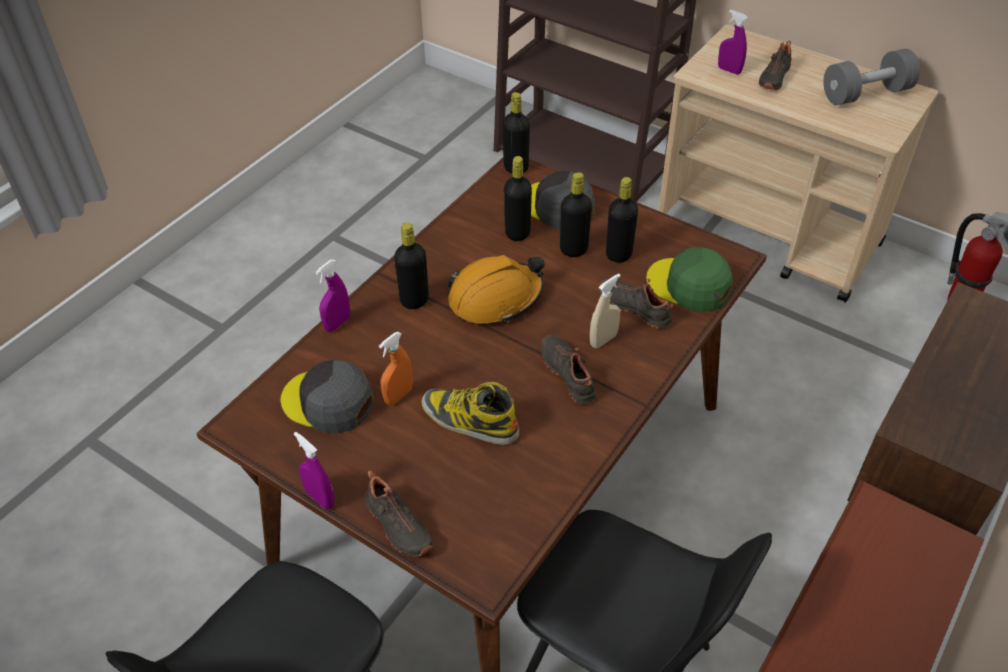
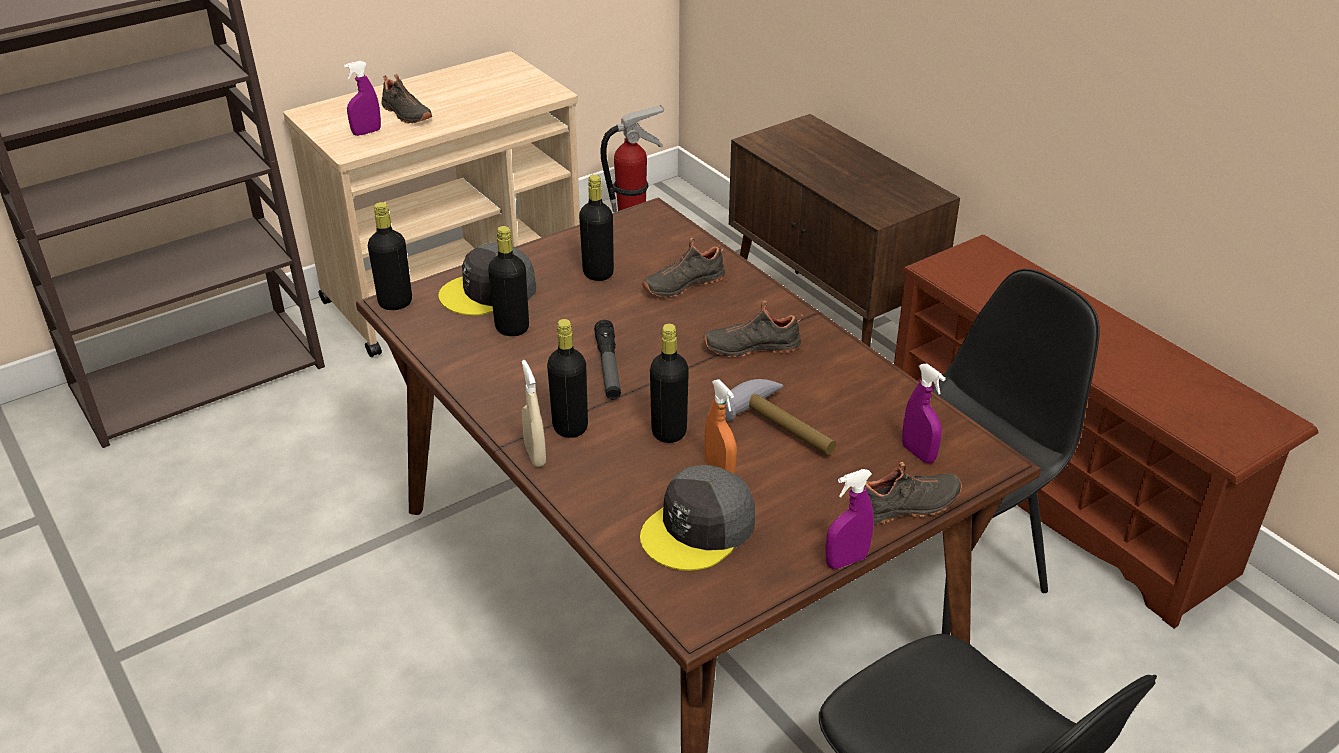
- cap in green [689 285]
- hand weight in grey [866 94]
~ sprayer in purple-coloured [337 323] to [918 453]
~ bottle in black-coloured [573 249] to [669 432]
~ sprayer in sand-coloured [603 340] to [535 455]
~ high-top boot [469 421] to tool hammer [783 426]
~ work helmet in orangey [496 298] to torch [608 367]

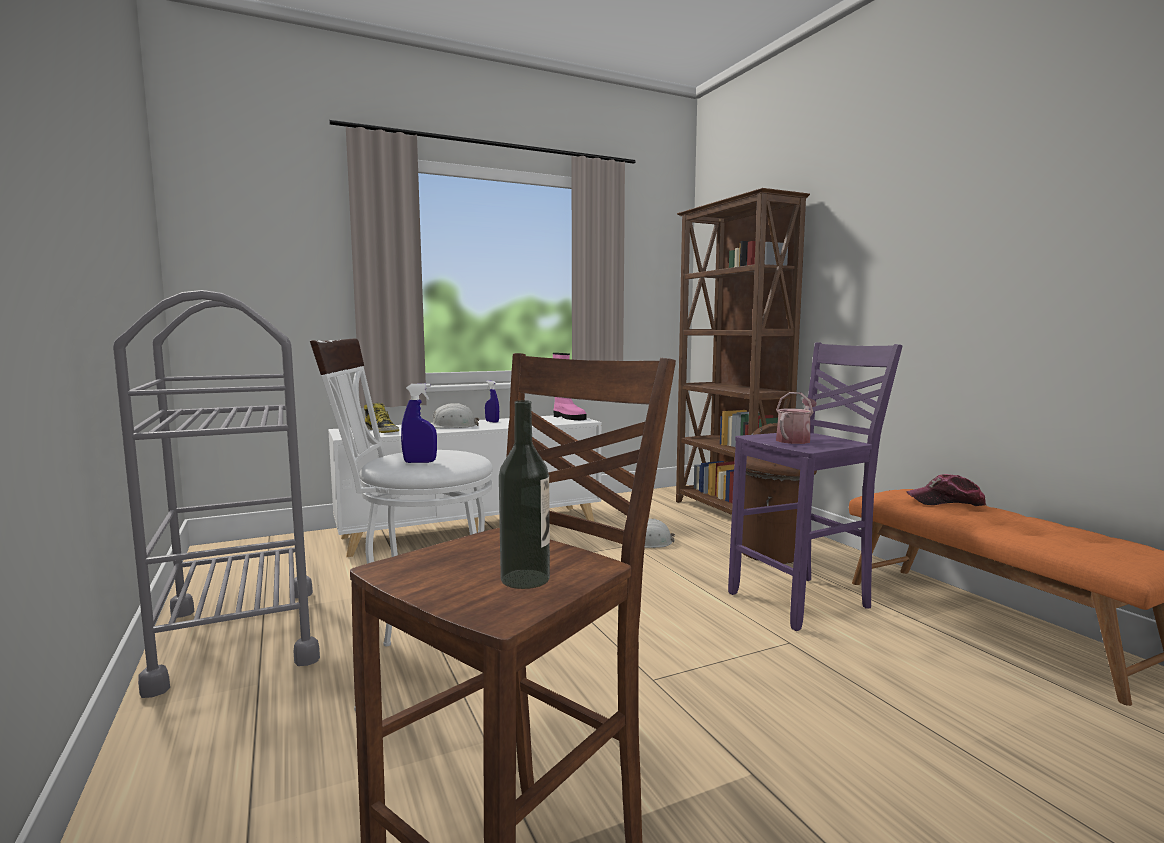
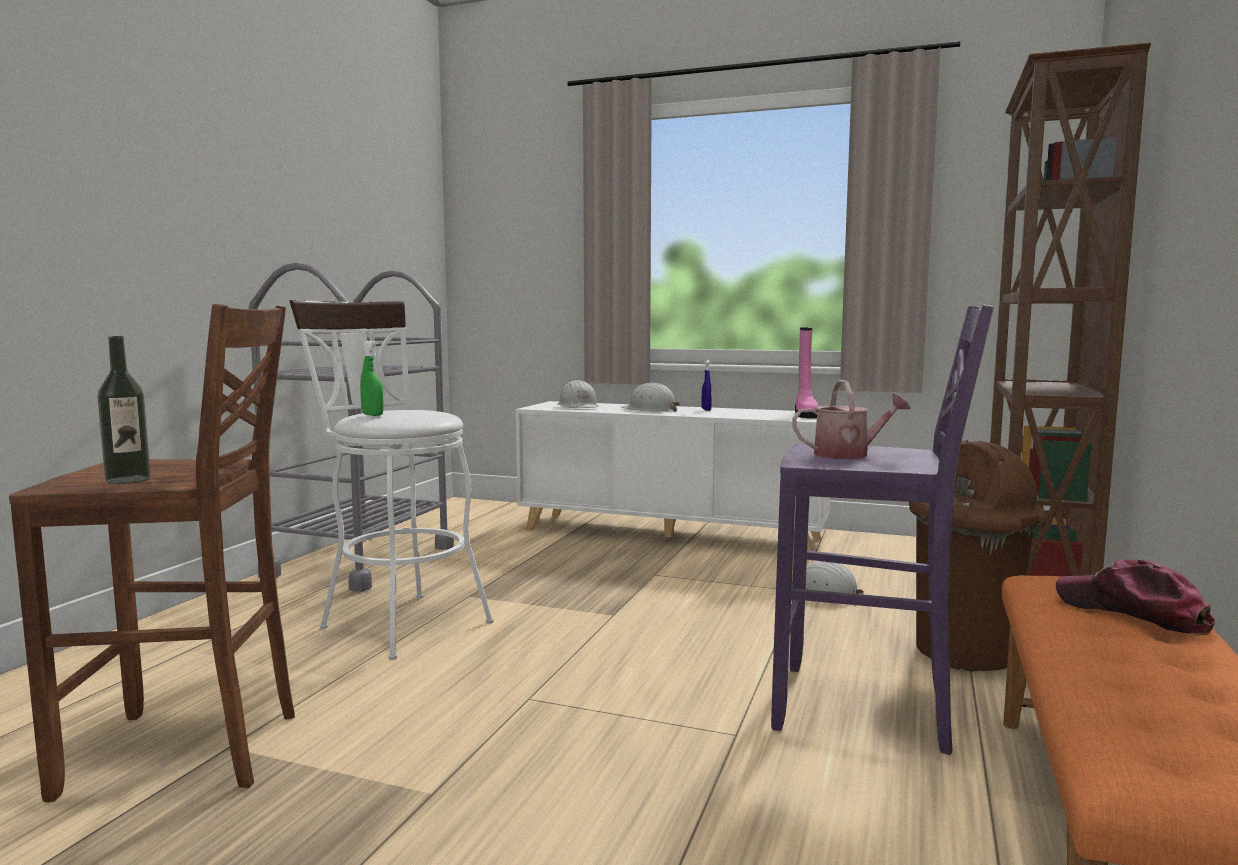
~ high-top boot [382 431] to work helmet in white [578 406]
~ sprayer in blue-coloured [420 462] to sprayer in green [372 415]

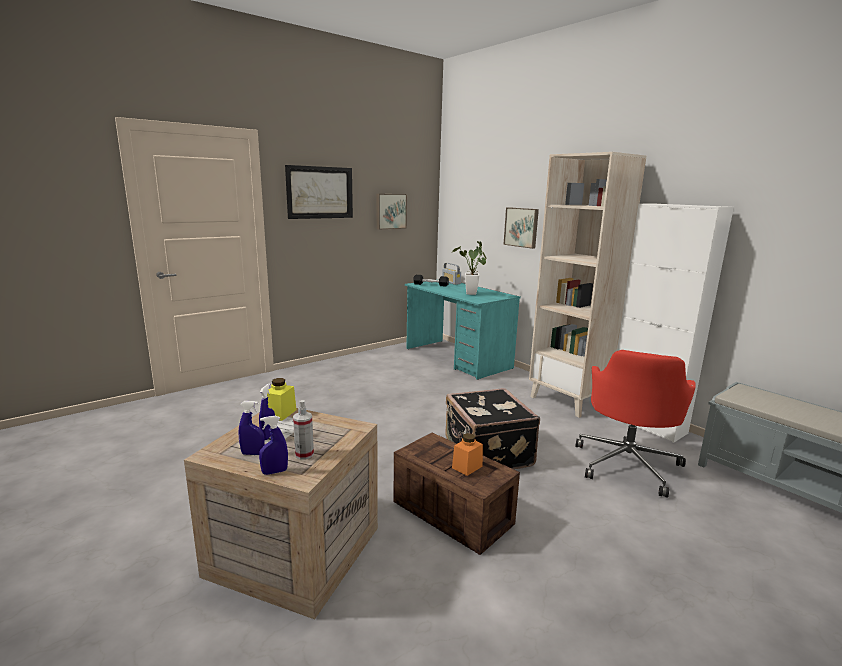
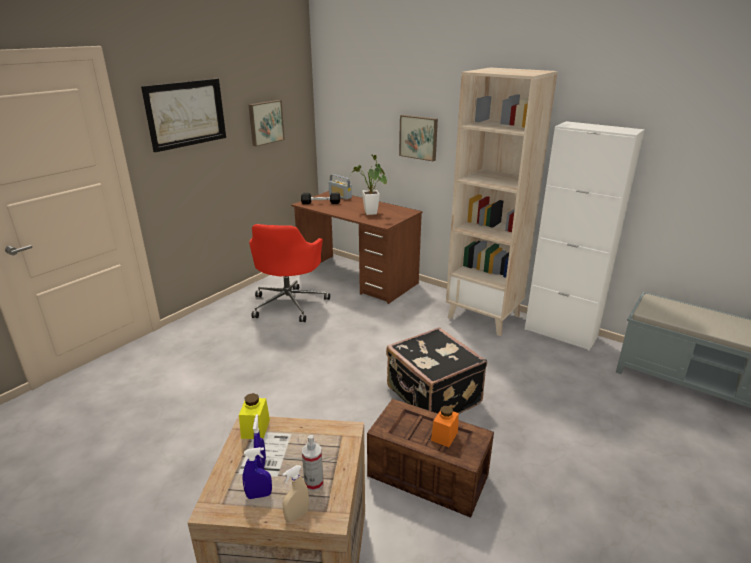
~ desk chair in red [627 464] to [289 303]
~ sprayer in blue-coloured [274 472] to sprayer in sand-coloured [297 515]
~ desk unit in turquoise-coloured [457 358] to desk unit in brown [357 278]

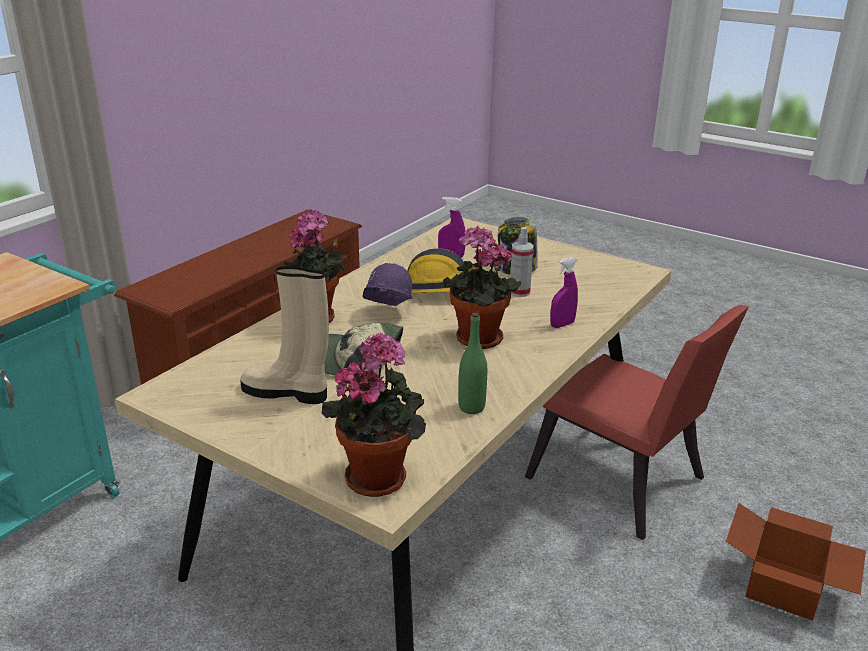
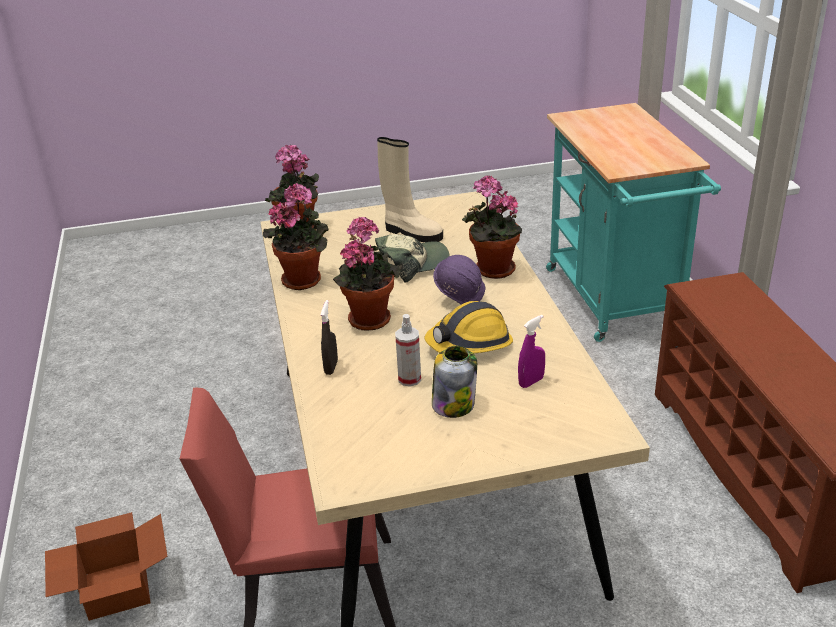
~ bottle in green [471 407] to potted plant [304 279]
~ sprayer in purple-coloured [562 325] to sprayer in black-coloured [331 367]
~ high-top boot in sand-coloured [287 392] = [411 233] 60 degrees clockwise

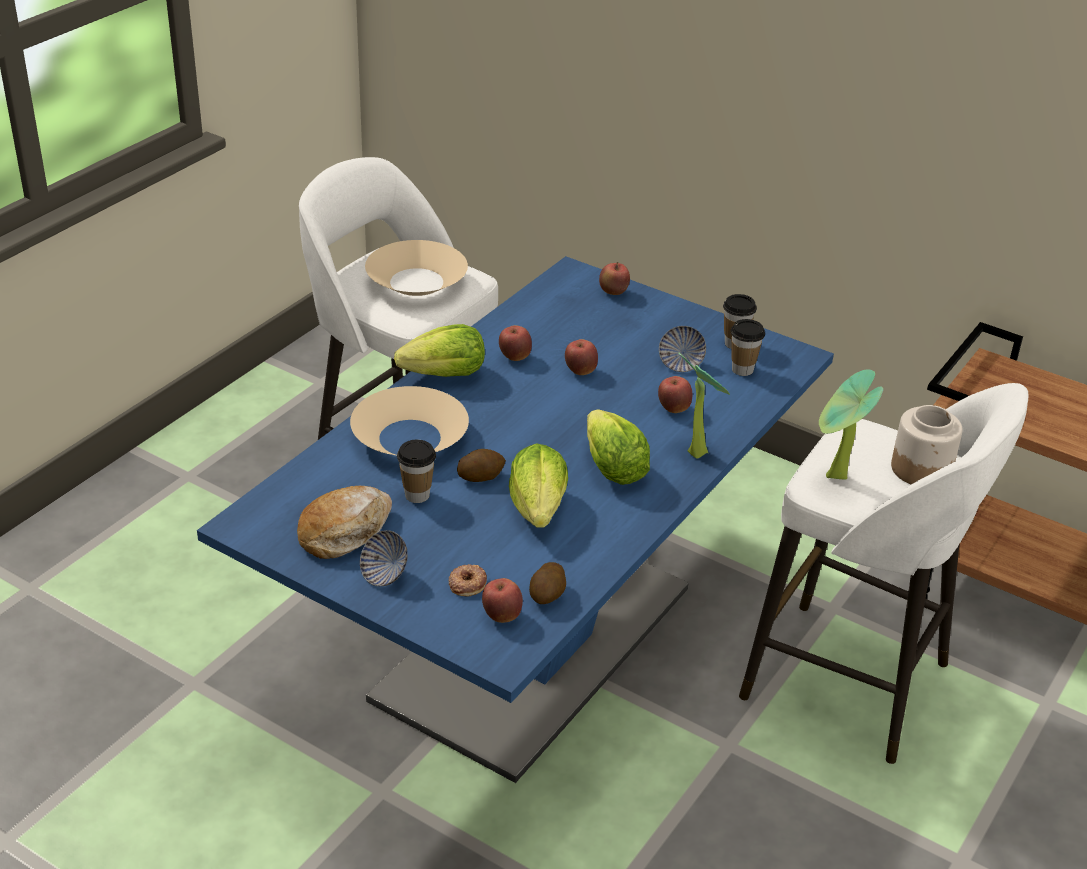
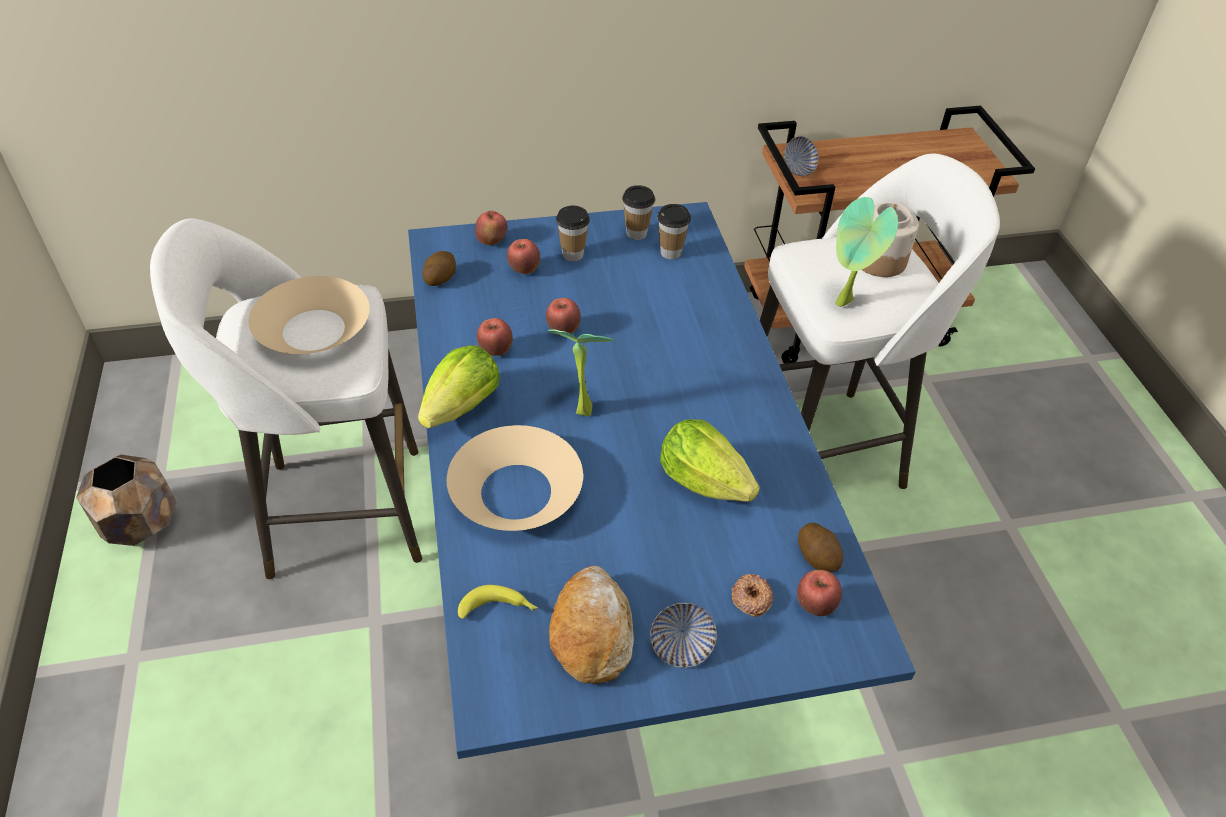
- head of lettuce [613 469]
+ flower pot in brown [140 523]
+ banana [499 609]
~ small cup [417 495] to [572 254]
~ whole potato [481 476] to [440 278]
~ whole apple [673 409] to [524 270]
~ bowl [680 364] to [798 169]
~ potted plant [697 450] to [581 407]

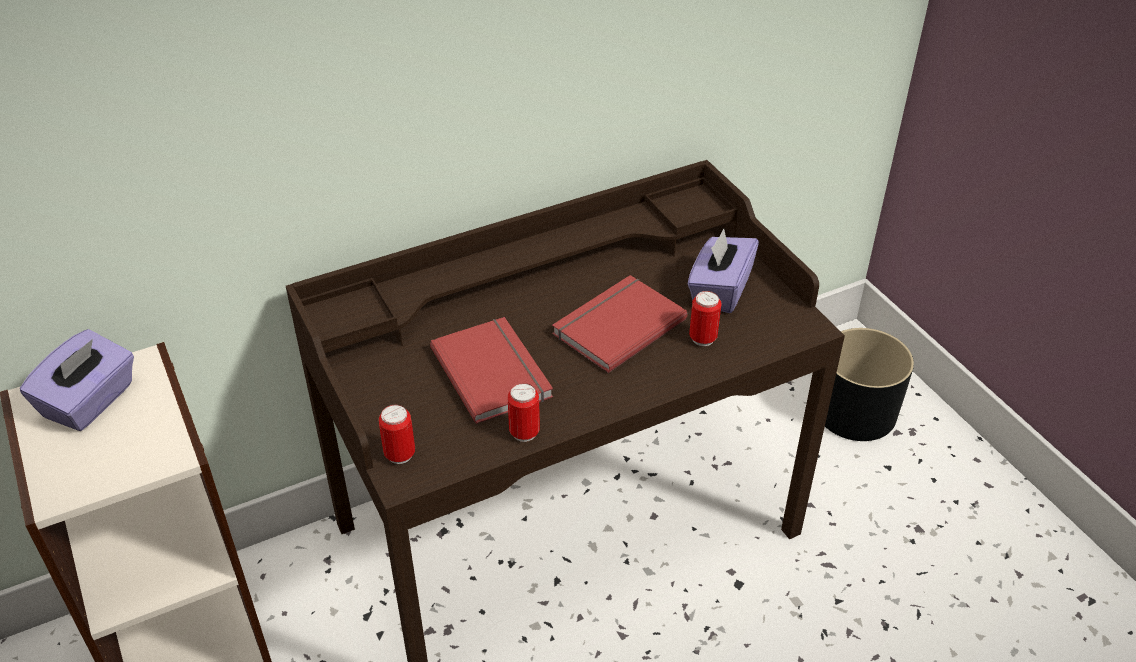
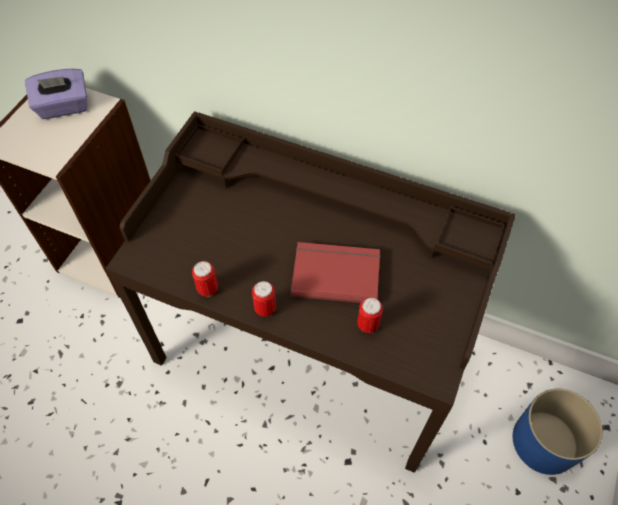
- volume in red [494 371]
- box of tissues in purple-coloured [719 290]
~ metal can [400 454] to [265 309]
~ flower pot in black-coloured [854 412] to flower pot in blue-coloured [543 441]

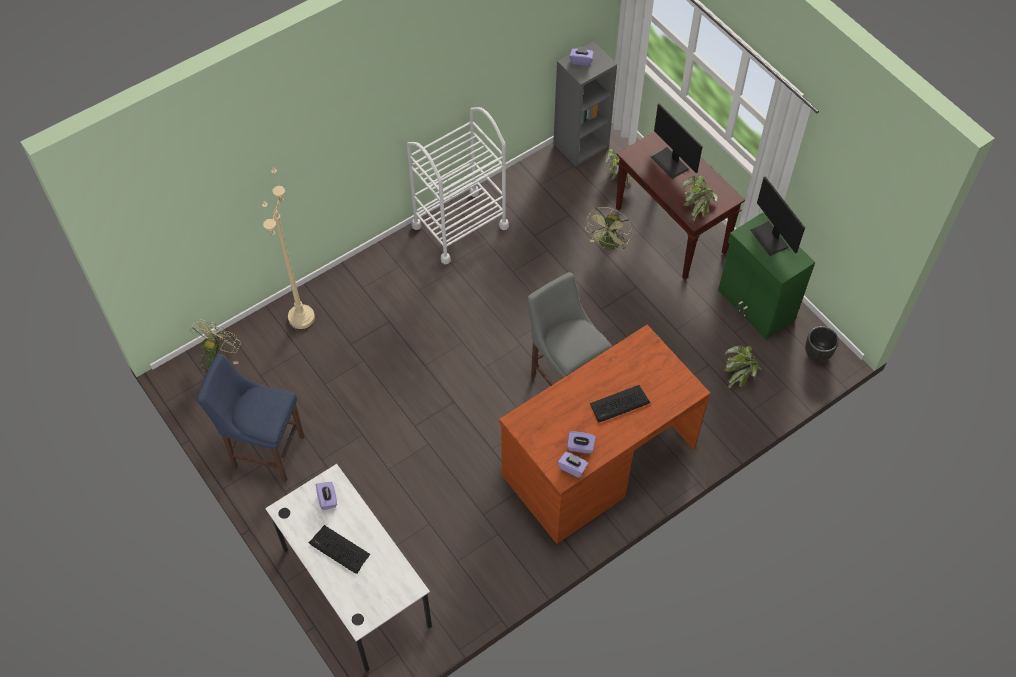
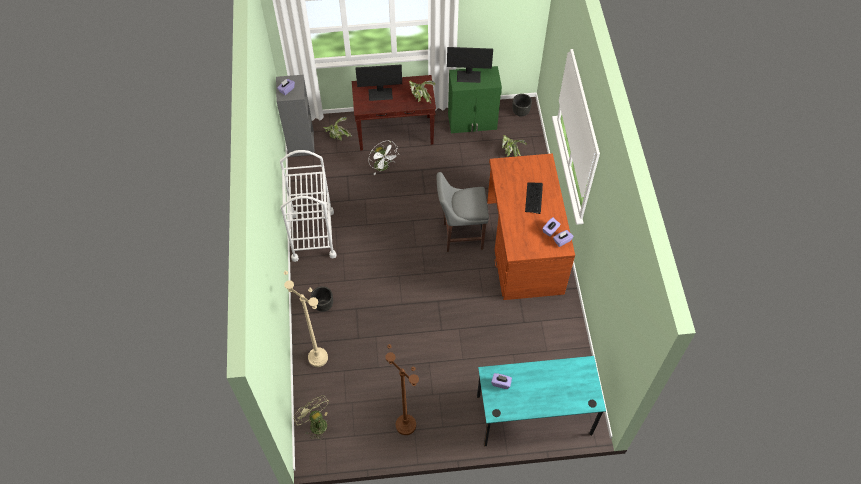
- keyboard [339 549]
+ flower pot in black-coloured [323 305]
~ sitting stool in blue-coloured [265 451] to standing lamp in brown [405 425]
~ desk unit in white [356 587] to desk unit in turquoise-coloured [533 415]
~ electric fan in green [608 245] to electric fan in white [383 167]

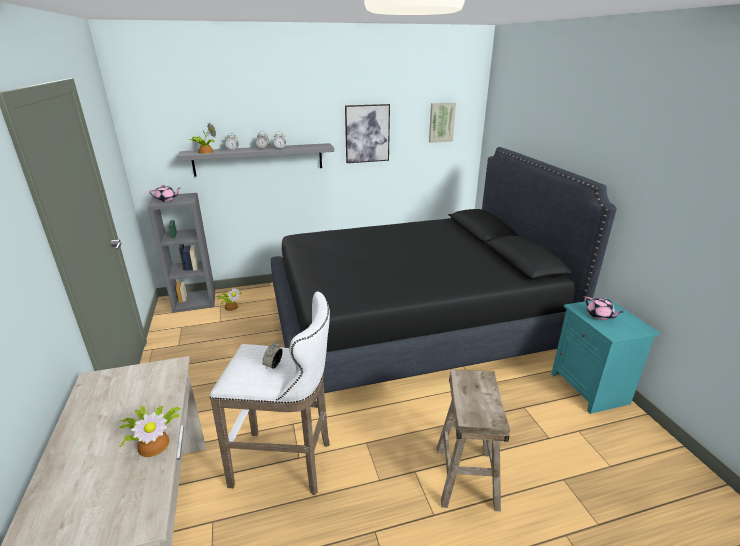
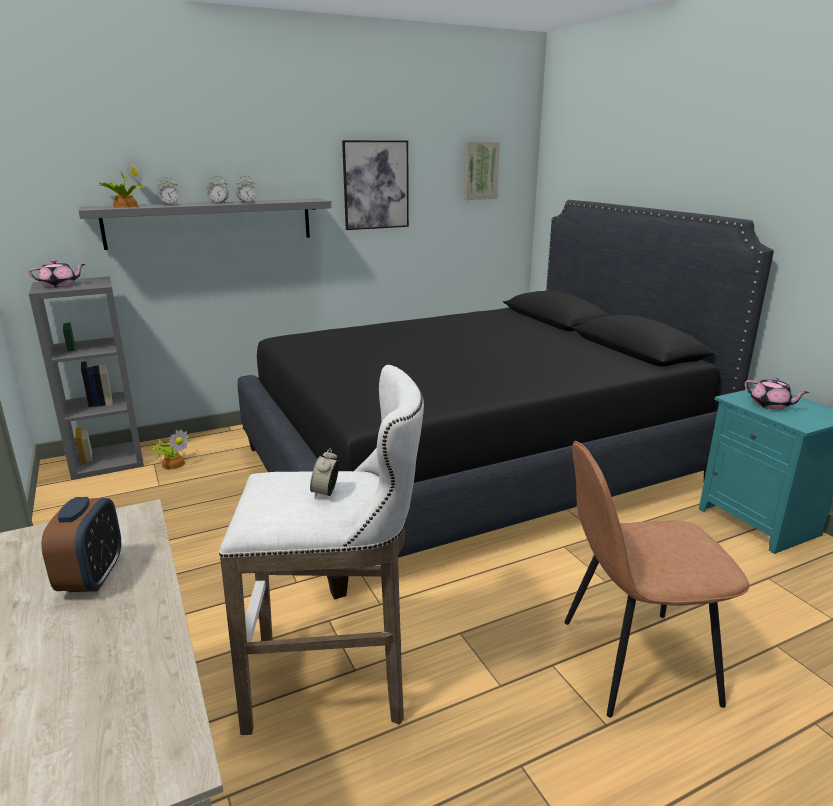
- potted plant [154 443]
+ bedside clock [92 577]
~ sitting stool in sand-coloured [465 476] to chair in brown [633 661]

